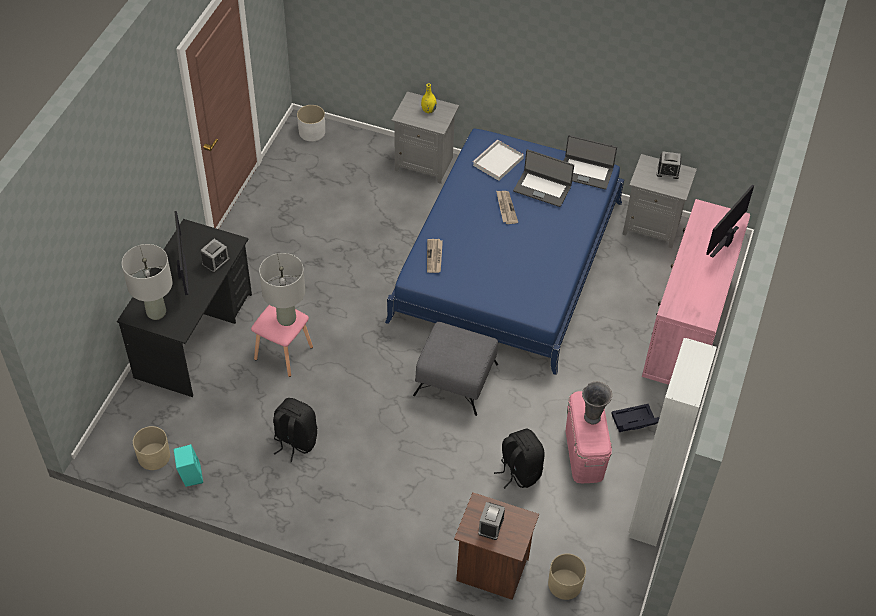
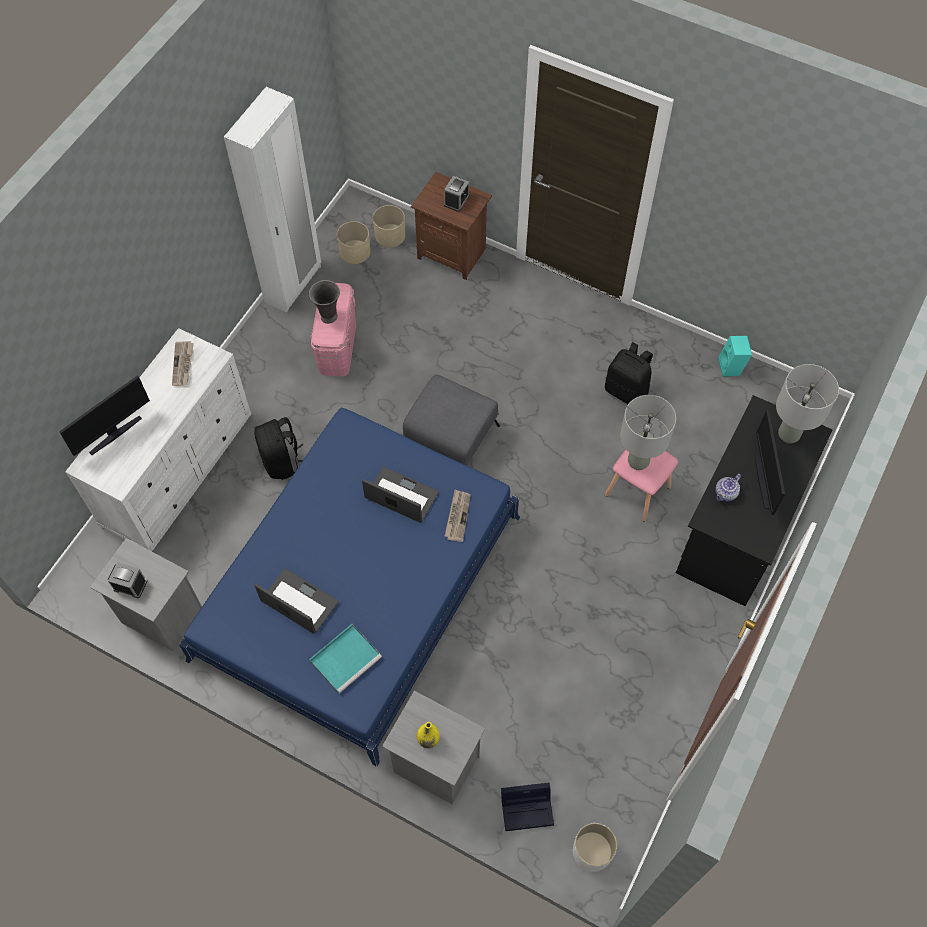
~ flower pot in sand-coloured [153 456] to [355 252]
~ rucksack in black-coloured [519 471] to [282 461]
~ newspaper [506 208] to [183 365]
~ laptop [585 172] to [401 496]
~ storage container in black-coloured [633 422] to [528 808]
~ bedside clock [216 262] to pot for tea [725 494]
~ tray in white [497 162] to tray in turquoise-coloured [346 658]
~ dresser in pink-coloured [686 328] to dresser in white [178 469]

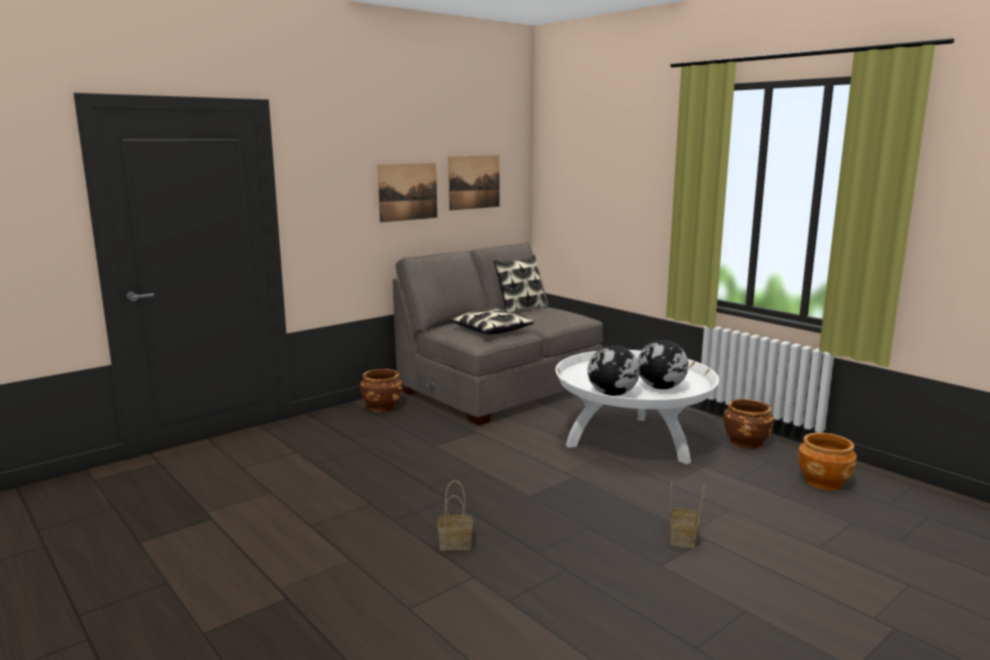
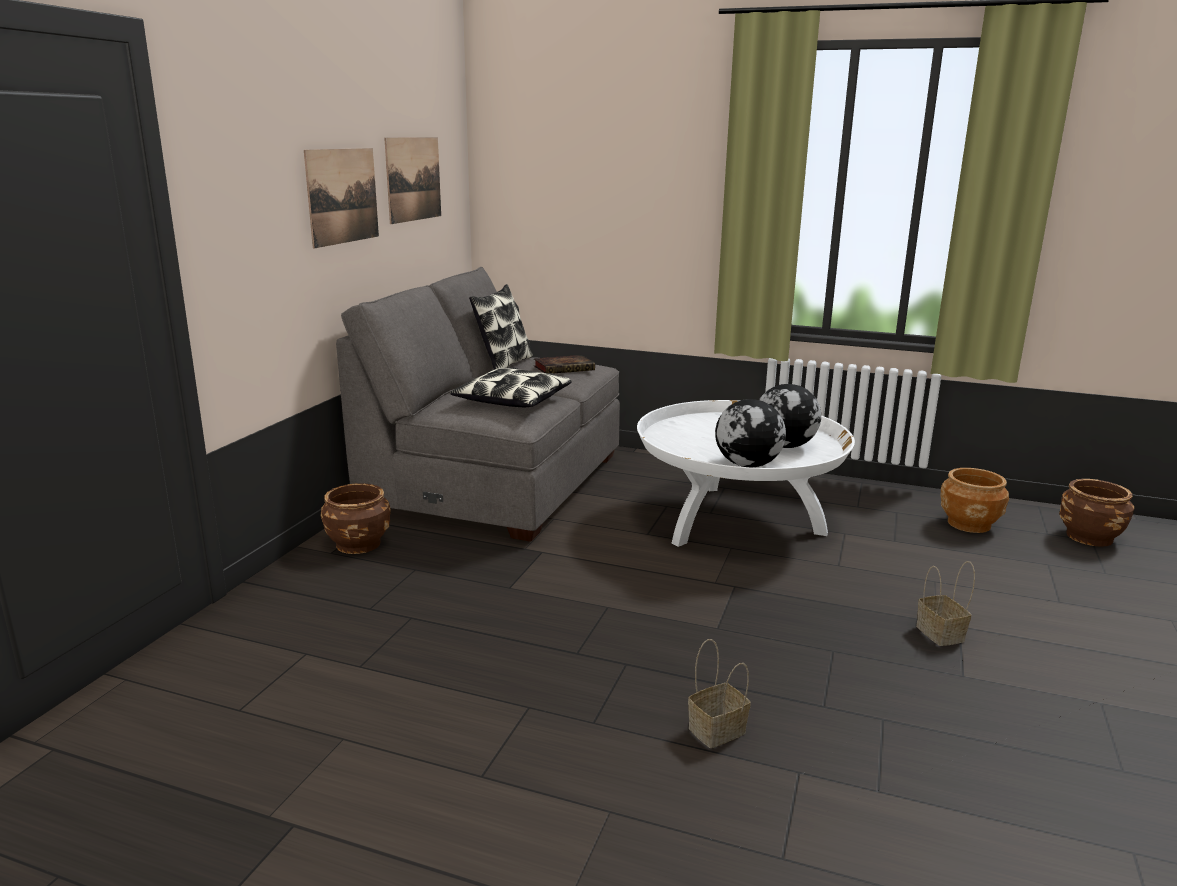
+ volume [565 368]
~ flower pot in brown [745 442] to [1089 537]

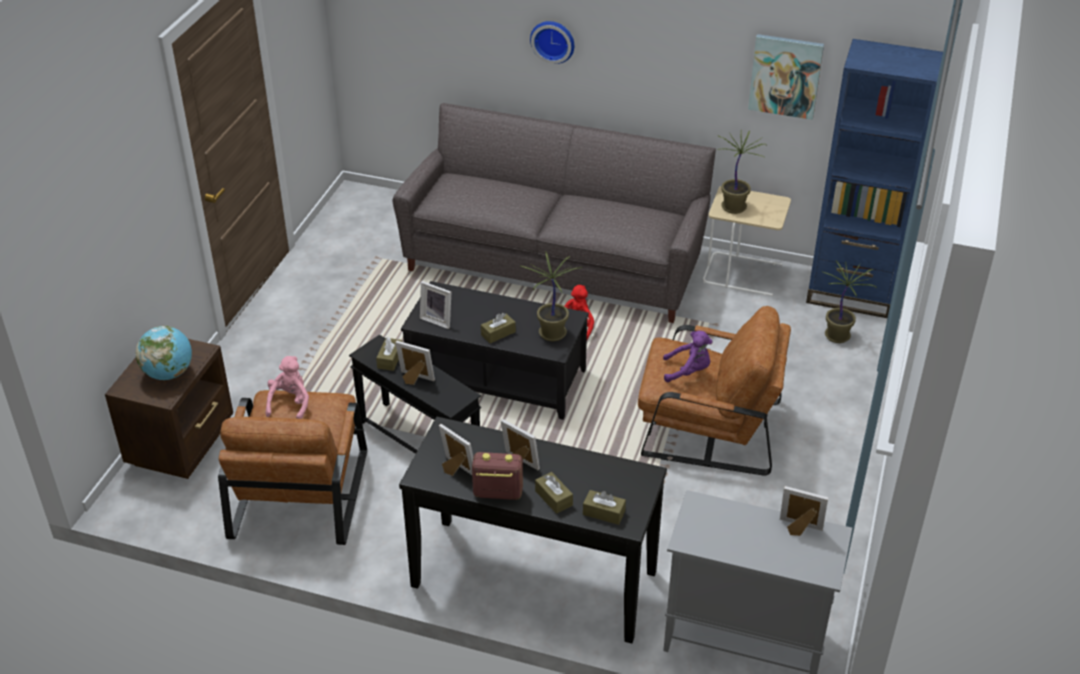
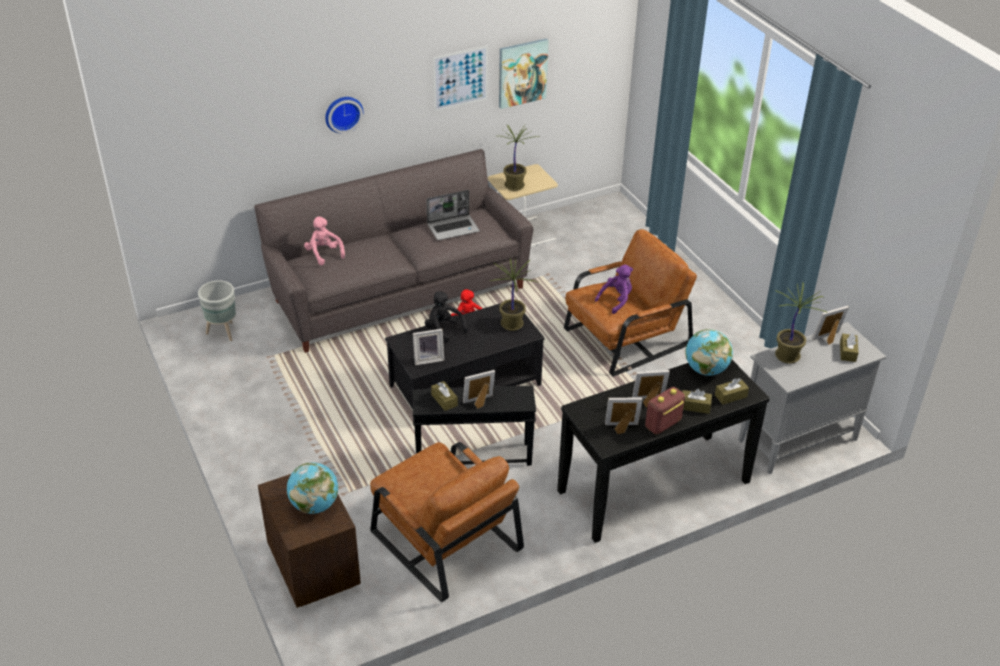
- bookshelf in blue-coloured [851 294]
+ flower pot in grey [222 332]
+ cuddly toy in black-coloured [444 329]
+ laptop [453 228]
+ wall picture [460 78]
+ desk globe [706 370]
~ cuddly toy in pink-coloured [290 403] to [324 253]
~ box of tissues in brown [498 333] to [847 352]
~ potted plant [838 336] to [788 356]

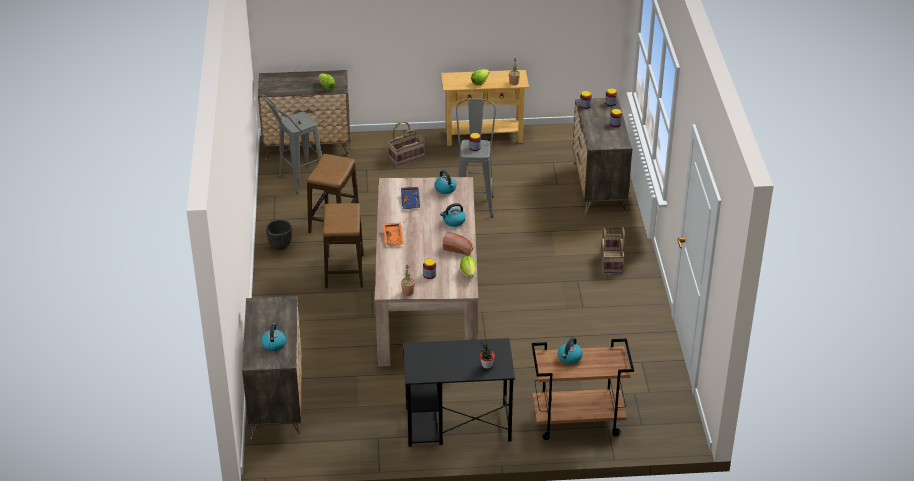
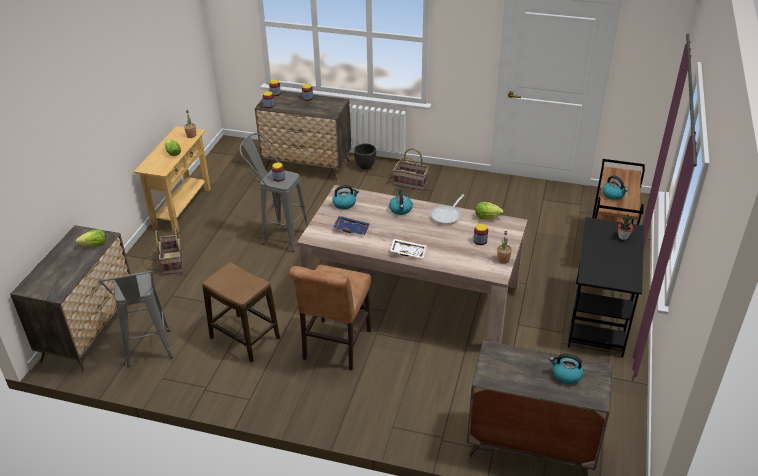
~ flower pot in black-coloured [280 245] to [365 166]
~ sitting stool [344 271] to chair in brown [335 347]
~ baked bread [459 249] to frying pan [447 215]
~ tray in orangey [394 238] to tray in white [408 252]

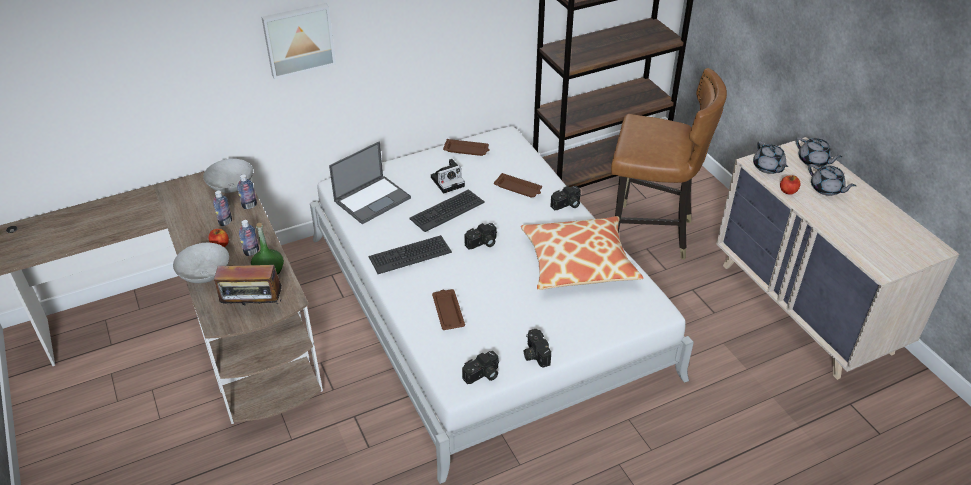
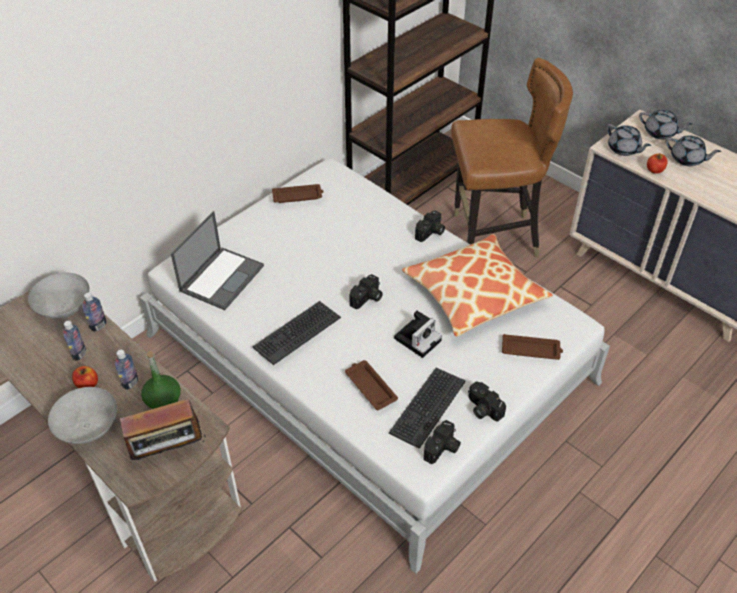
- wall picture [298 39]
~ keyboard [447 210] to [427 406]
~ still camera [448 181] to [418 338]
~ tray in brown [518 188] to [531 350]

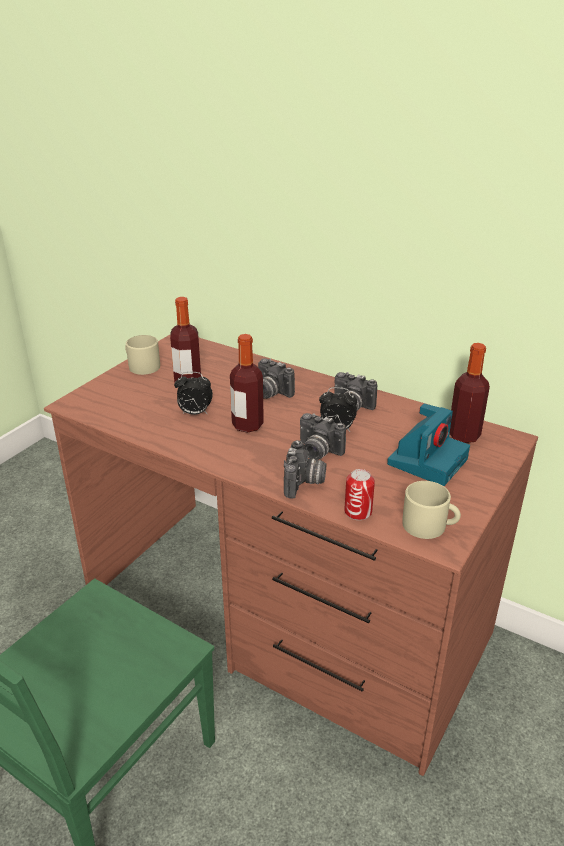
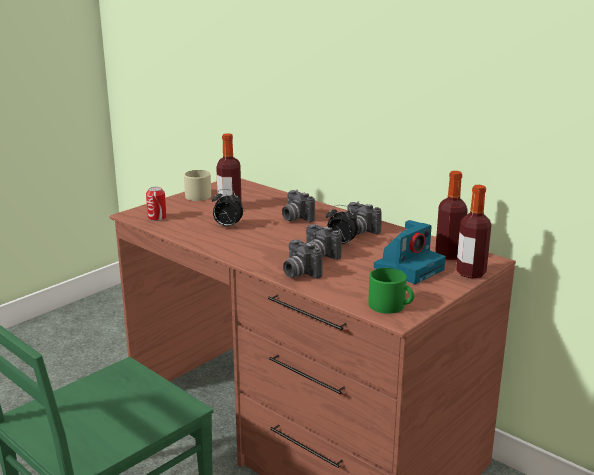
~ bottle [247 425] to [471 273]
~ metal can [358 512] to [157 218]
~ coffee mug in sand-coloured [429 526] to coffee mug in green [391 306]
~ still camera [304 483] = [299 273] 120 degrees clockwise

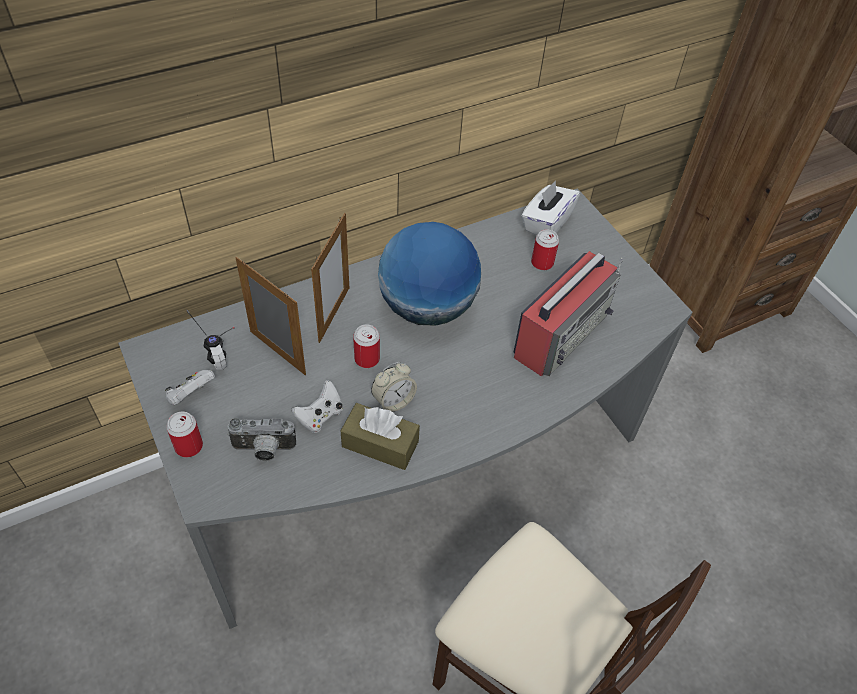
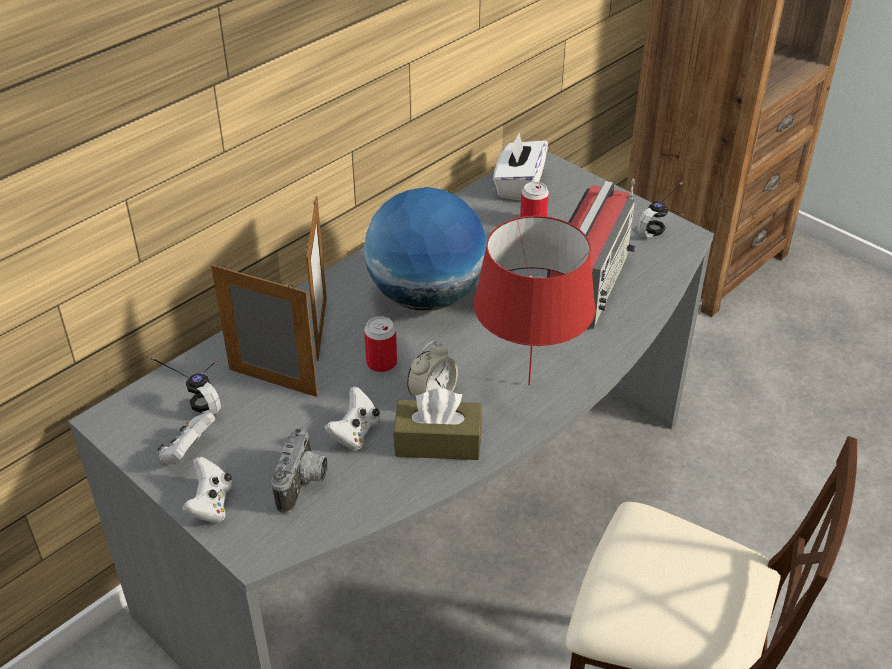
+ lamp for a table in red [527 384]
+ pair of headphones [667 230]
~ metal can [189 446] to gamepad in white [211 504]
~ still camera [263 450] = [304 485] 60 degrees counterclockwise

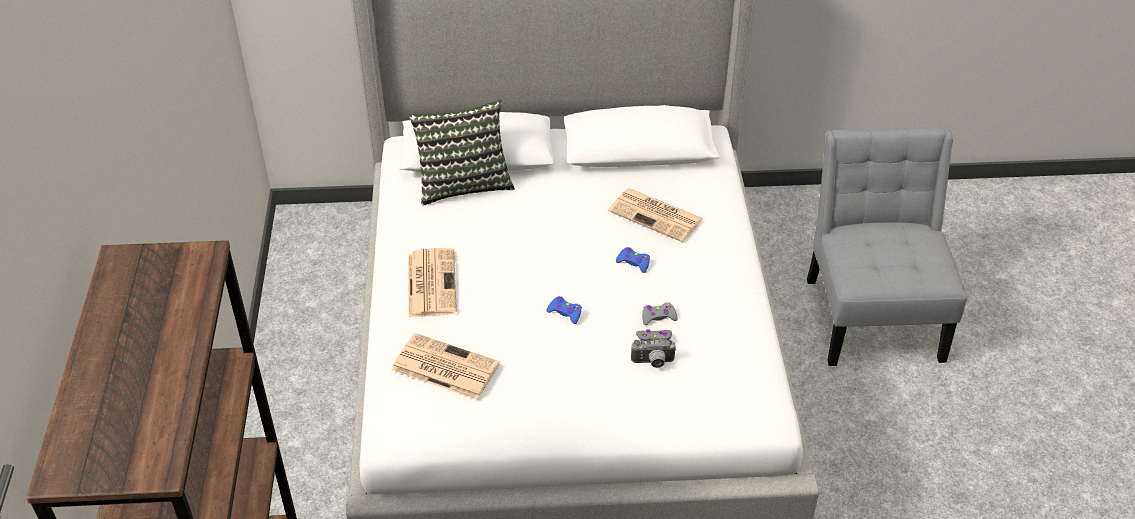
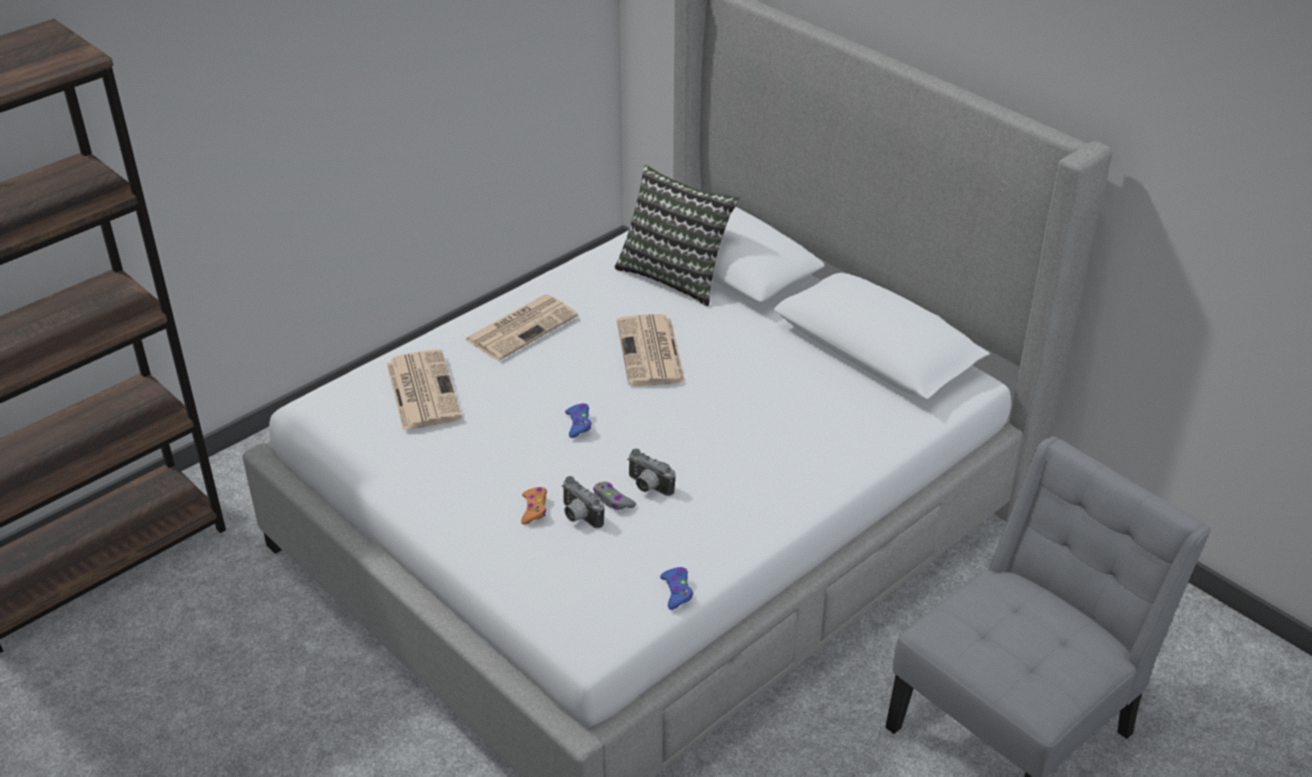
+ gamepad in orangey [534 509]
~ newspaper [657 215] to [651 352]
~ gamepad in blue-coloured [633 262] to [677 591]
~ gamepad in grey [658 317] to still camera [647 487]

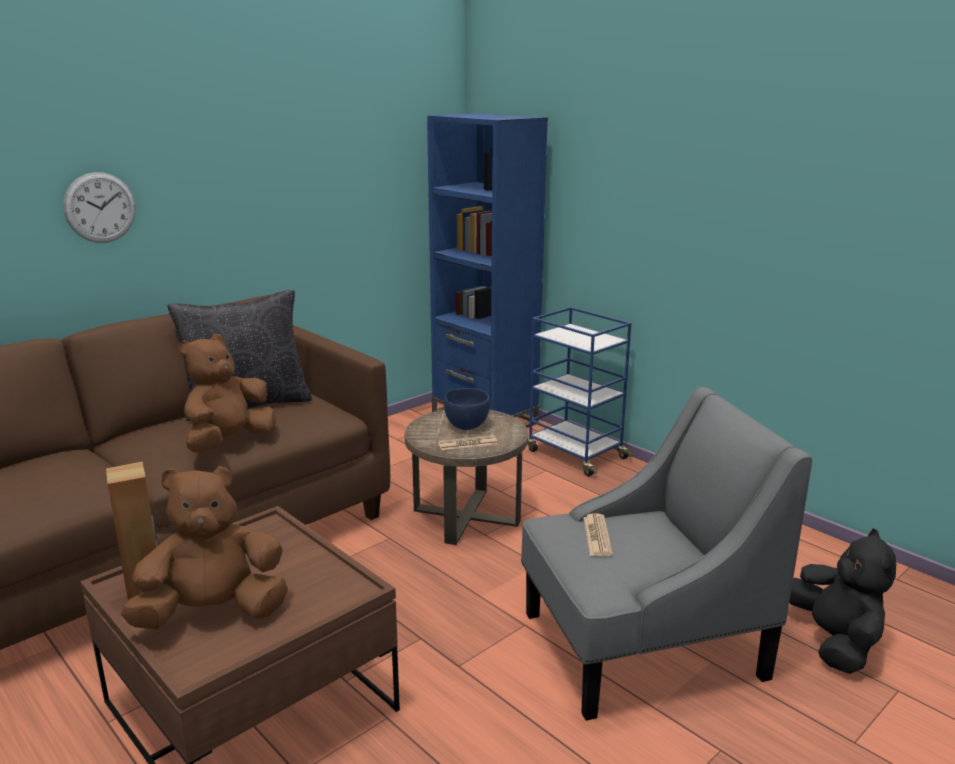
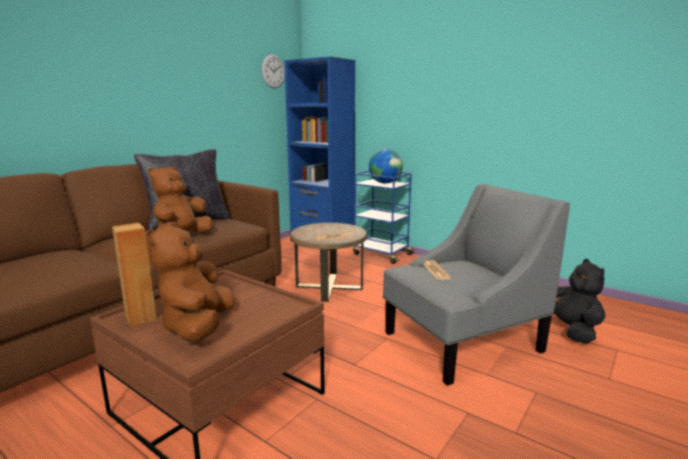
- bowl in blue-coloured [466 425]
+ desk globe [385 183]
~ clock on the wall [100 207] to [273 71]
~ cuddly toy in brown [213 613] = [198 327] 60 degrees counterclockwise

